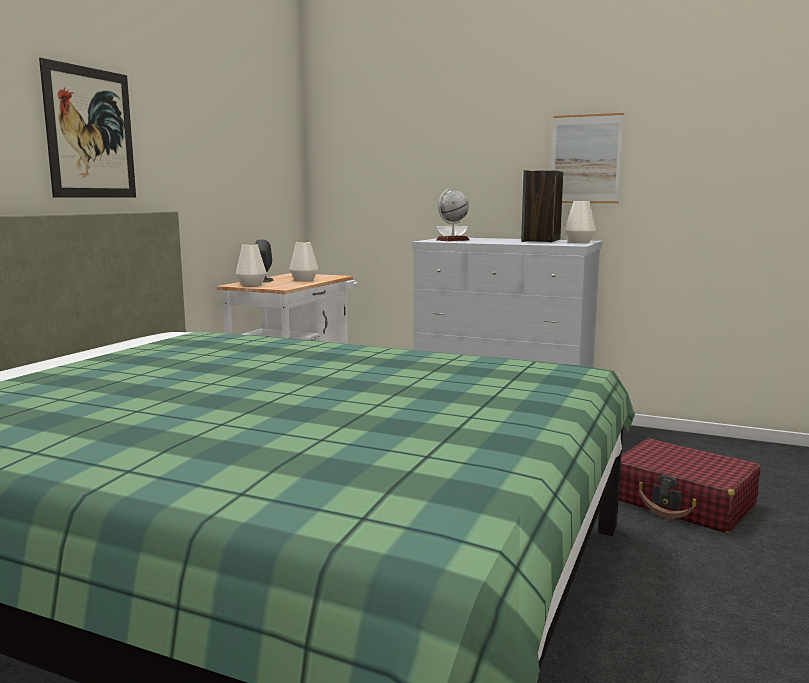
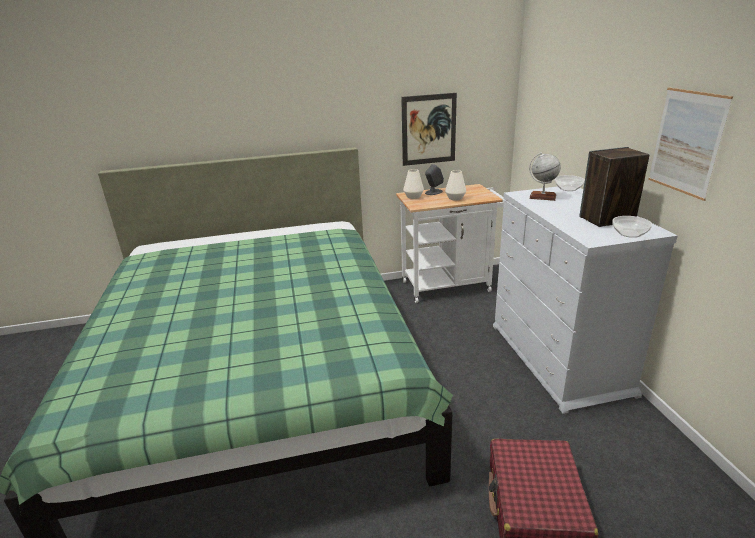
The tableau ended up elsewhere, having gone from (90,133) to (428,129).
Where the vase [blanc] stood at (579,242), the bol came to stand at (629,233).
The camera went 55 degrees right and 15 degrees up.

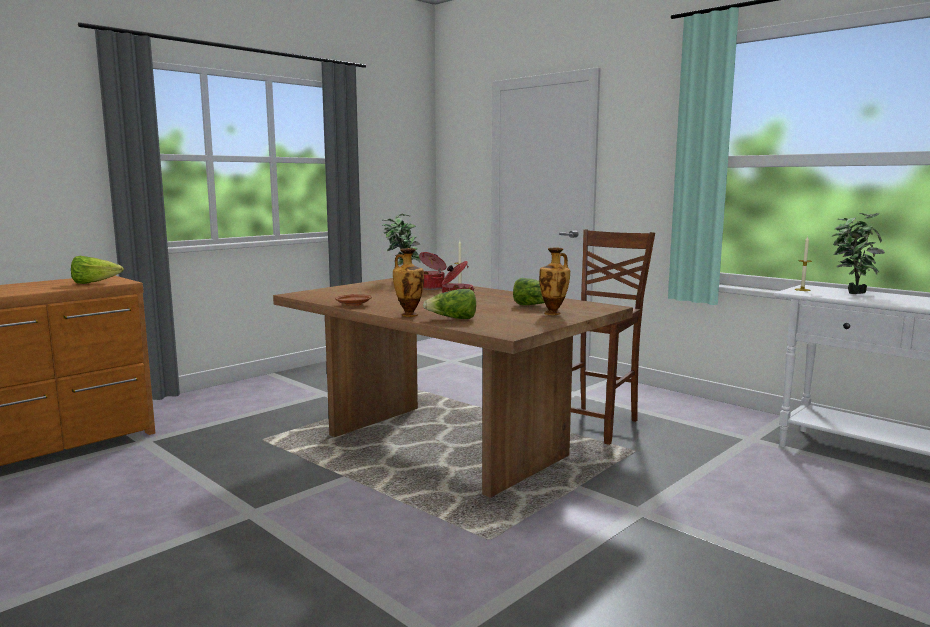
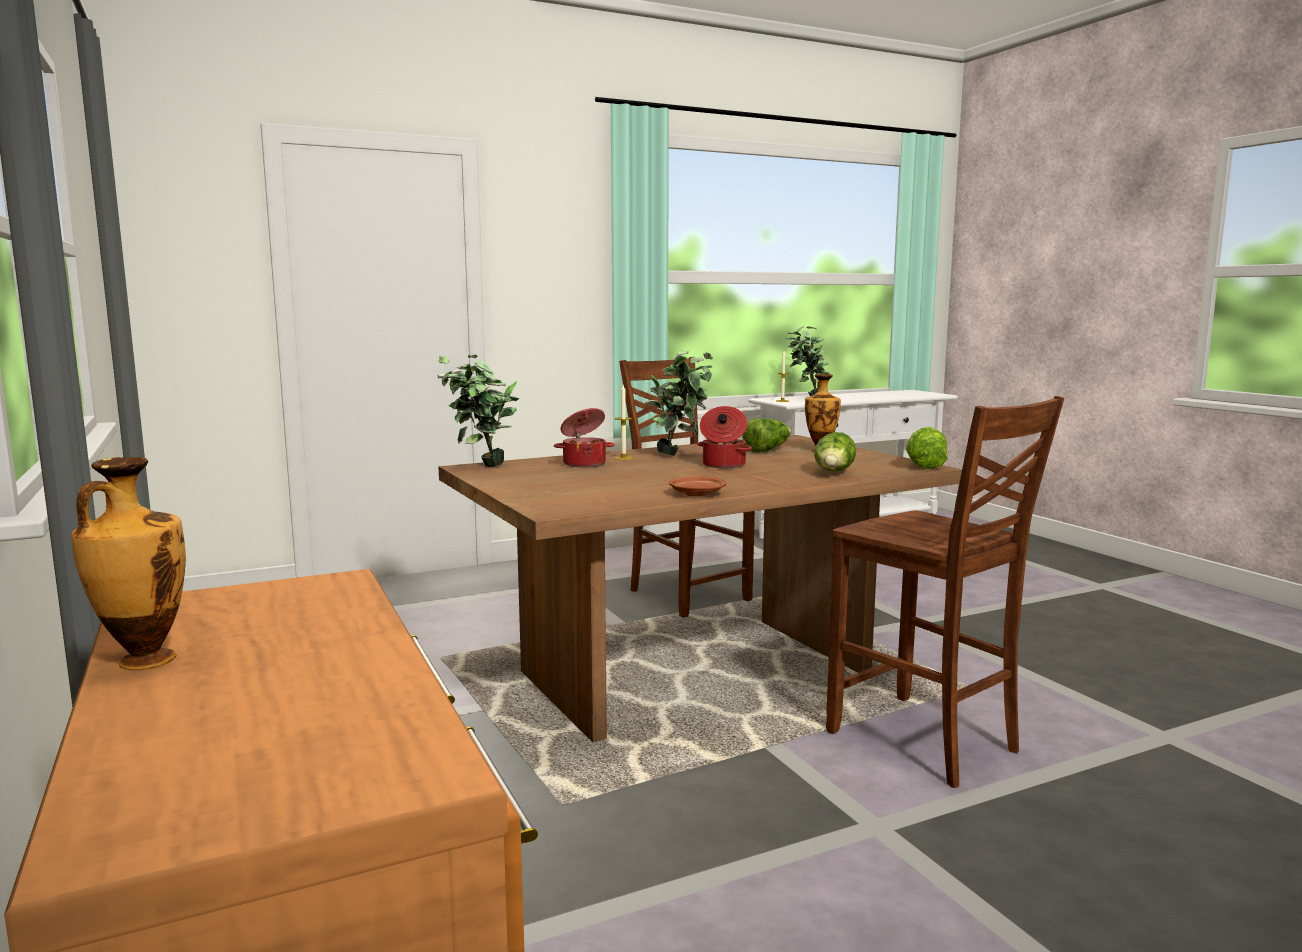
The vase ended up elsewhere, having gone from (409,315) to (143,661).
The laitue ended up elsewhere, having gone from (94,283) to (923,466).
The second view gained the plante en pot at (680,455).
The second view gained the chaise [marron] at (925,742).
The camera went 70 degrees left and 0 degrees up.

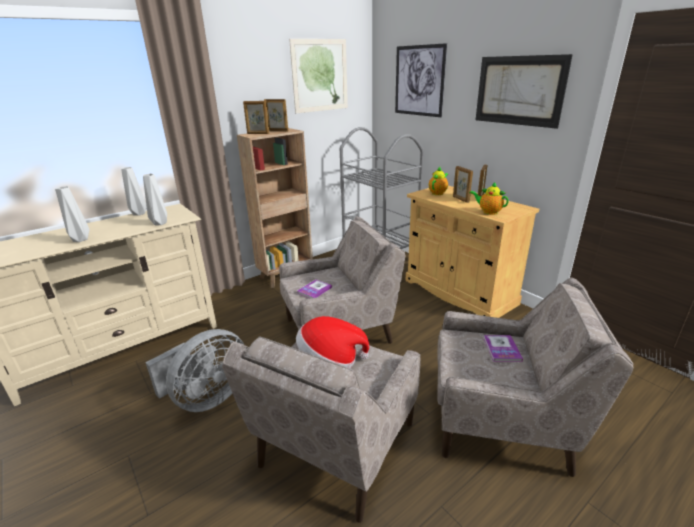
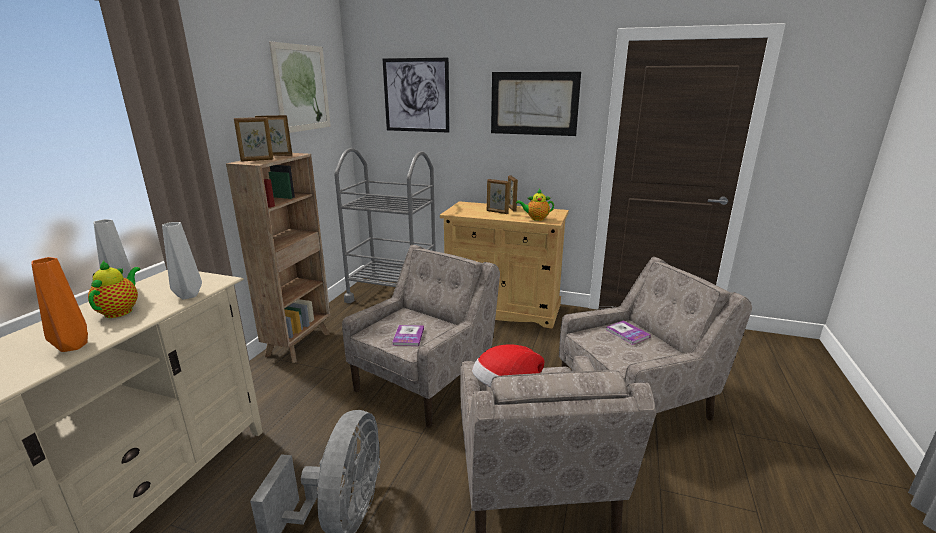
The théière ended up elsewhere, having gone from (438,193) to (120,311).
What was the vase [gris] at (81,239) turned into the vase [orange] at (75,345).
The camera went 35 degrees left and 5 degrees down.

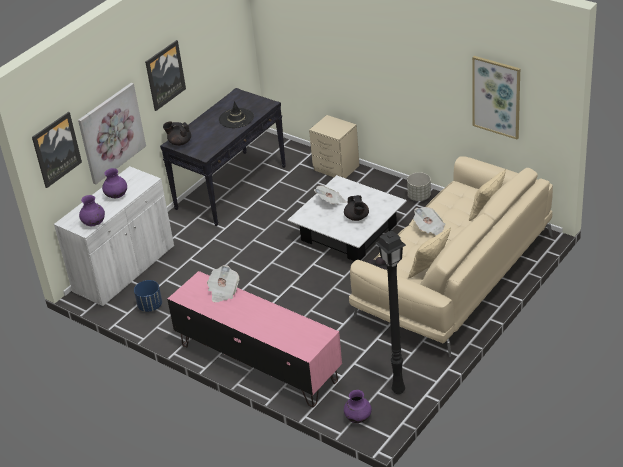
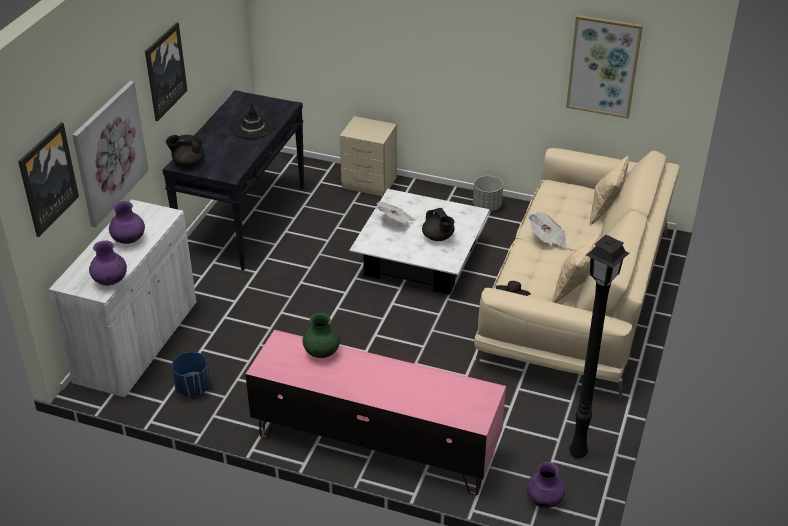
Where the journal stood at (223,291), the vase [vert] came to stand at (322,353).
The camera went 20 degrees left and 0 degrees up.

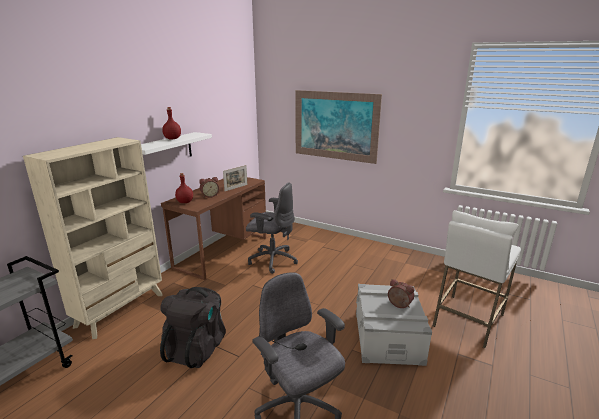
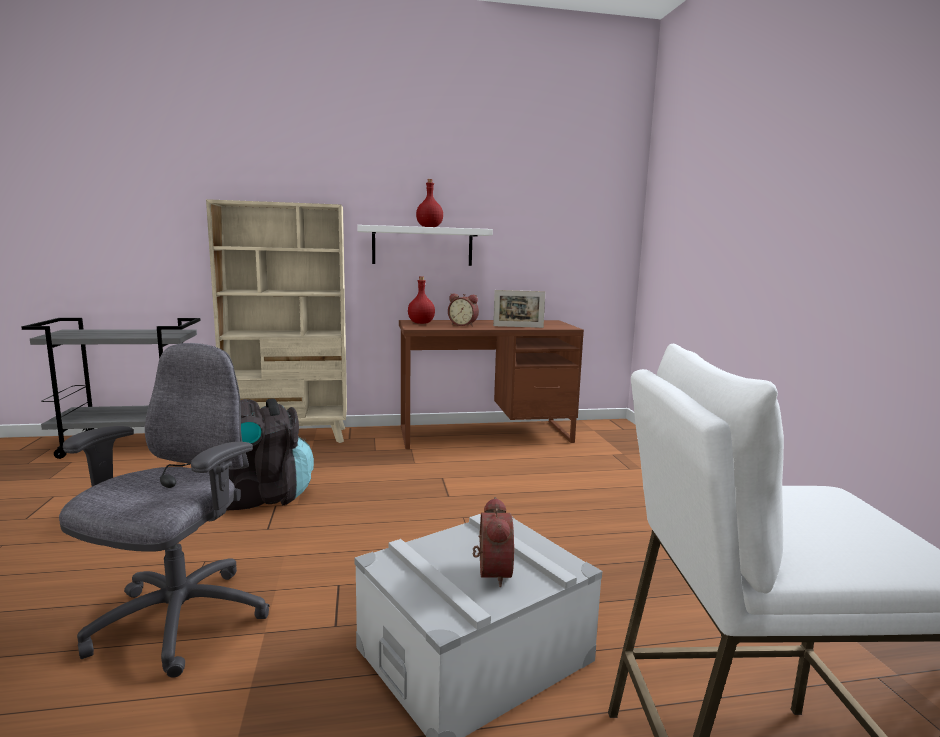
The second view lost the tableau at (335,126).
The second view lost the chaise de bureau [gris] at (272,260).
The camera went 50 degrees right and 10 degrees down.

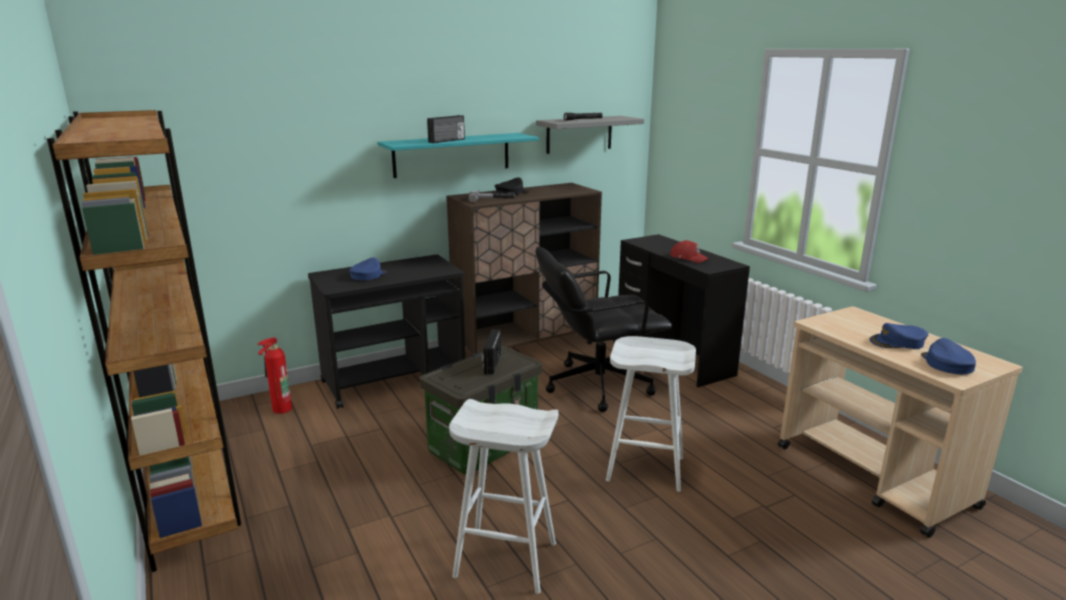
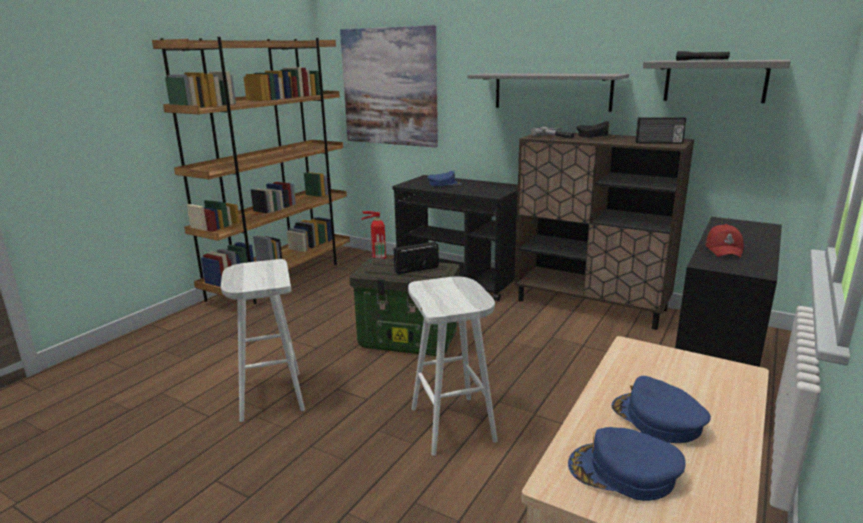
The radio ended up elsewhere, having gone from (447,141) to (658,143).
What was the étagère [turquoise] at (452,155) turned into the étagère [gris] at (552,91).
The second view lost the chaise de bureau [noir] at (597,385).
The casquette [bleu] at (946,364) ended up facing another way, 135 degrees counterclockwise from before.
The second view gained the tableau at (389,87).
The camera went 60 degrees right and 0 degrees up.

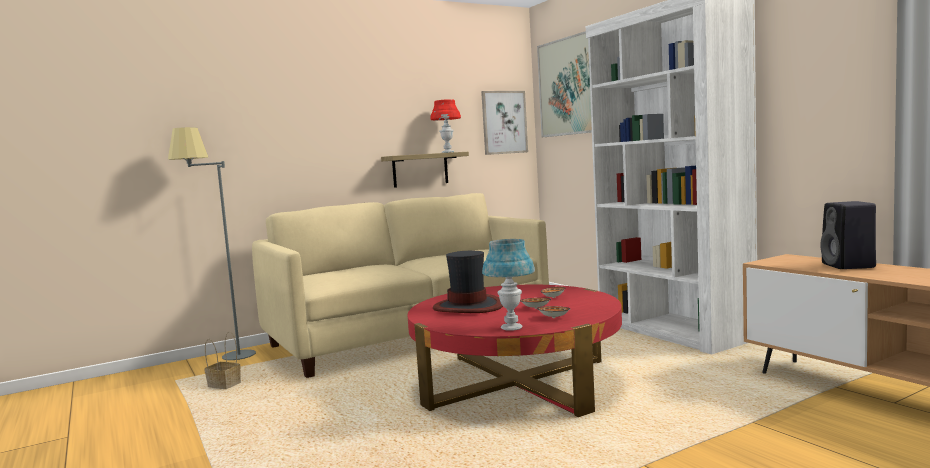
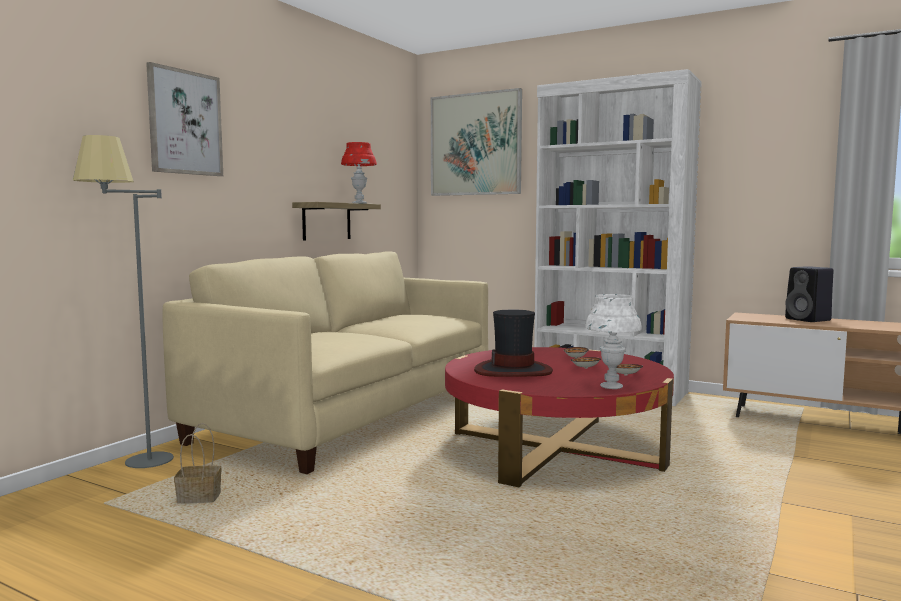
The tableau ended up elsewhere, having gone from (504,122) to (185,122).
What was the lampe de table [bleu] at (511,328) turned into the lampe de table [blanc] at (611,386).
The camera went 30 degrees left and 0 degrees up.

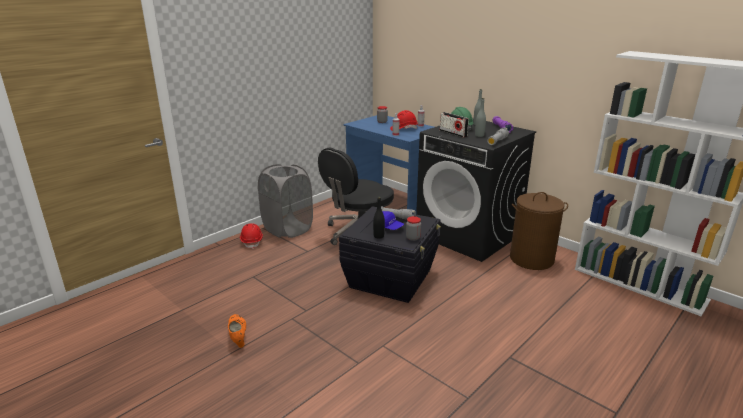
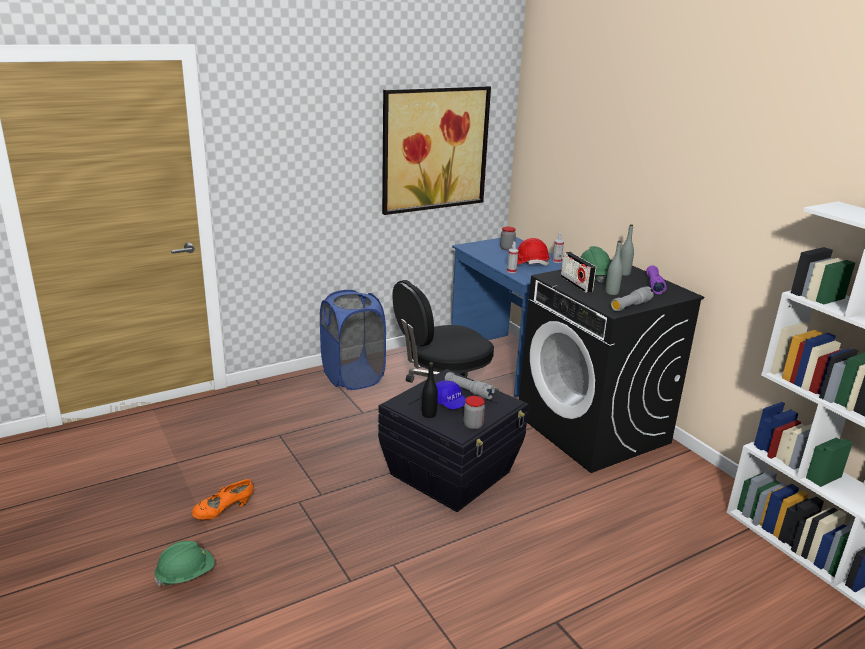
What was the panier à linge [gris] at (288,229) turned into the panier à linge [bleu] at (353,376).
The second view lost the panier à linge [marron] at (532,259).
The second view lost the casque de chantier [rouge] at (252,241).
The chaussure [orange] at (237,336) ended up facing another way, 120 degrees counterclockwise from before.
The second view gained the tableau at (434,149).
The second view gained the casque de chantier [vert] at (186,575).
The camera went 15 degrees right and 0 degrees up.

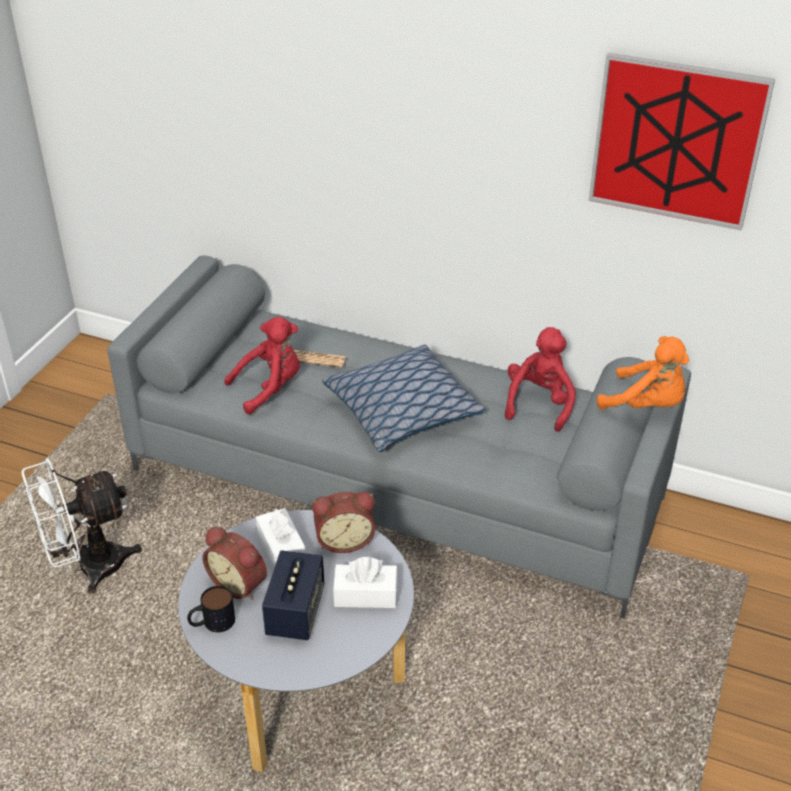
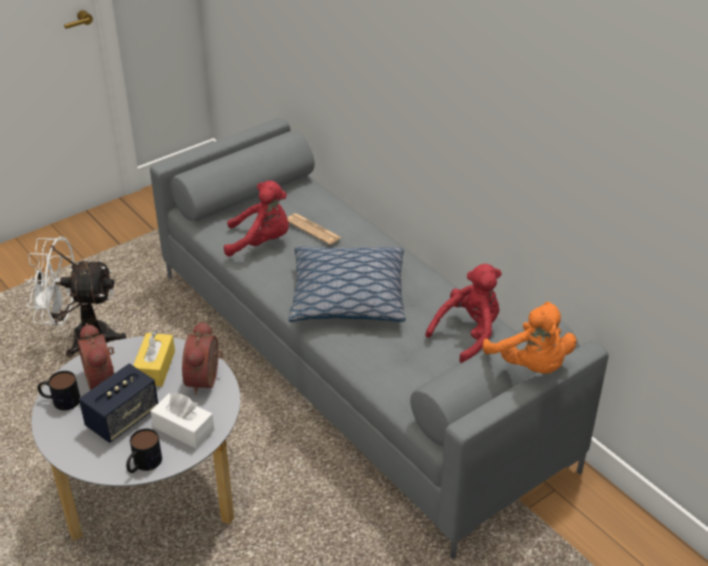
The second view lost the tableau at (677,141).
The réveil at (344,540) ended up facing another way, 75 degrees clockwise from before.
What was the boîte à mouchoirs [blanc] at (281,549) turned into the boîte à mouchoirs [jaune] at (155,367).
The second view gained the mug at (143,464).
The camera went 30 degrees right and 0 degrees up.

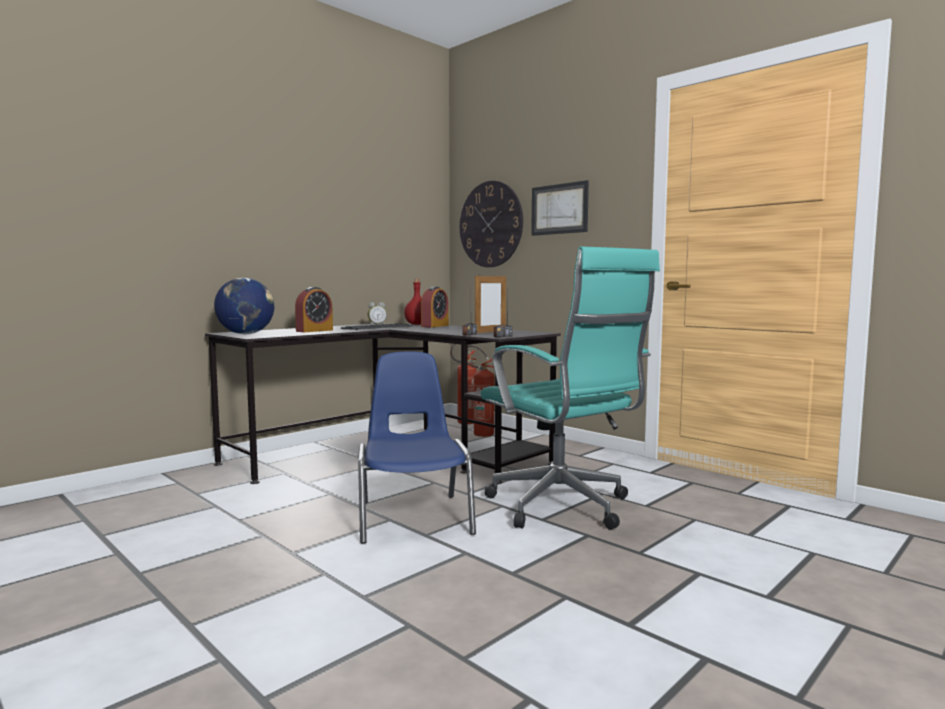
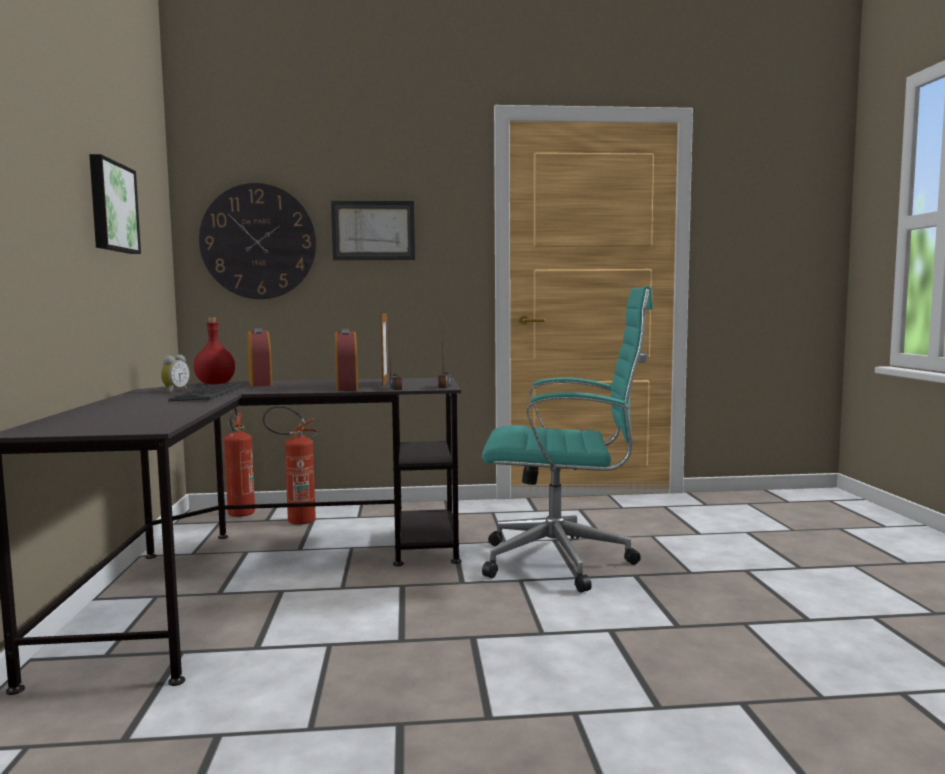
The second view lost the globe at (246,334).
The réveil ended up elsewhere, having gone from (314,331) to (346,388).
The second view lost the chaise [bleu] at (413,517).
The second view gained the tableau at (111,207).
The camera went 50 degrees left and 0 degrees up.

